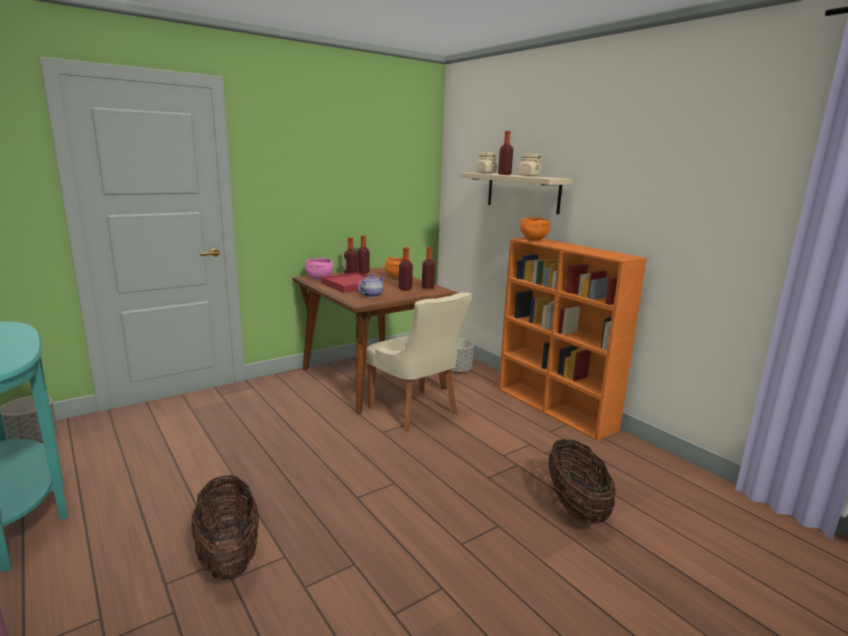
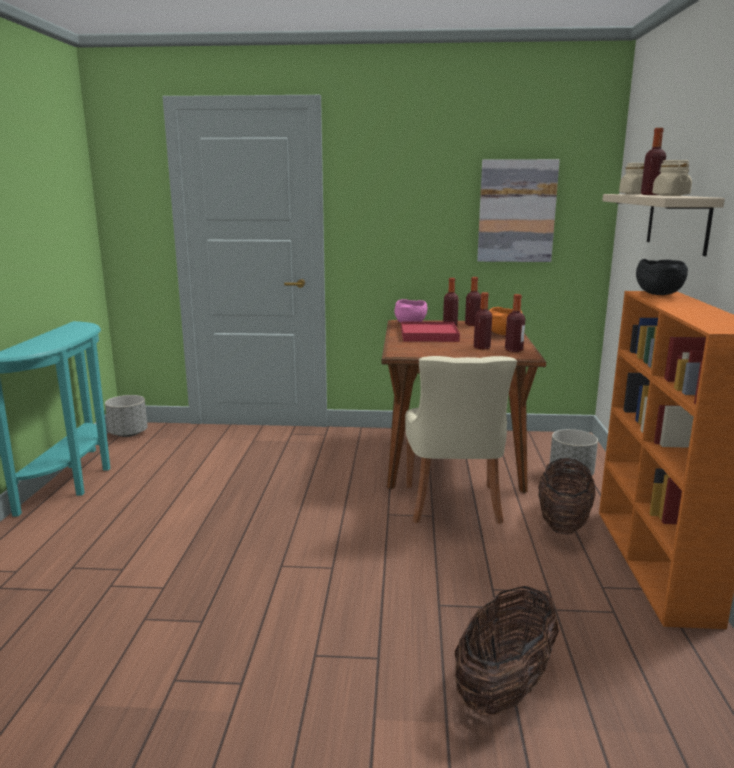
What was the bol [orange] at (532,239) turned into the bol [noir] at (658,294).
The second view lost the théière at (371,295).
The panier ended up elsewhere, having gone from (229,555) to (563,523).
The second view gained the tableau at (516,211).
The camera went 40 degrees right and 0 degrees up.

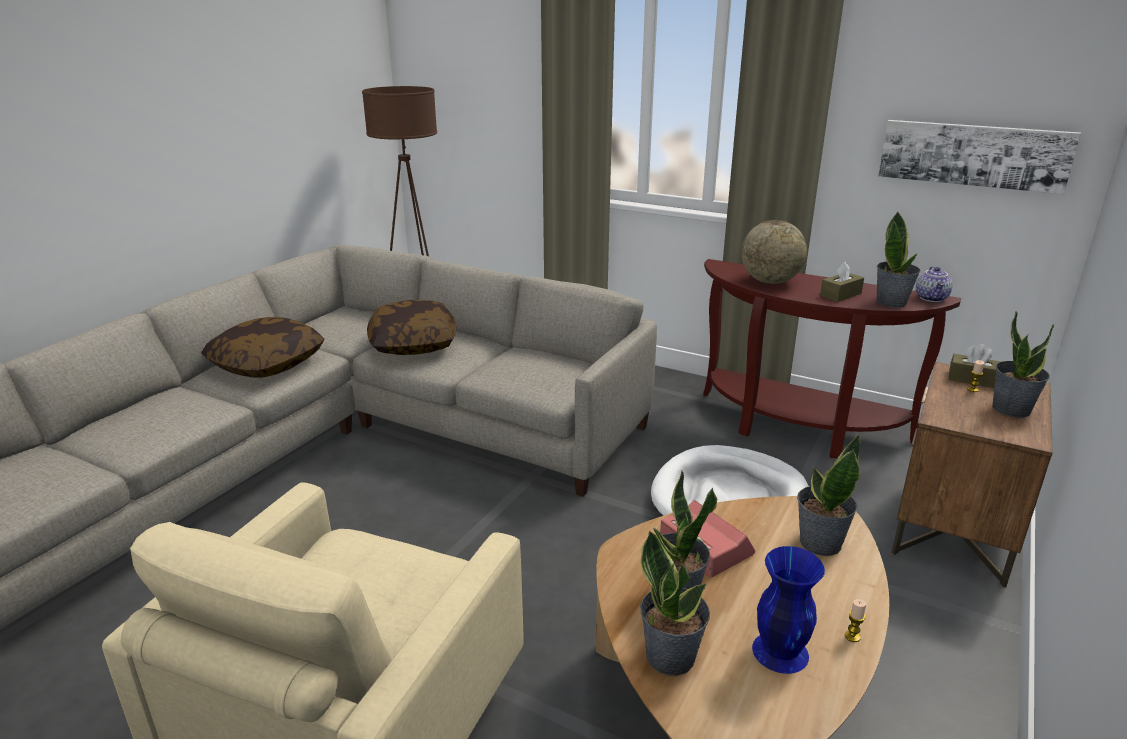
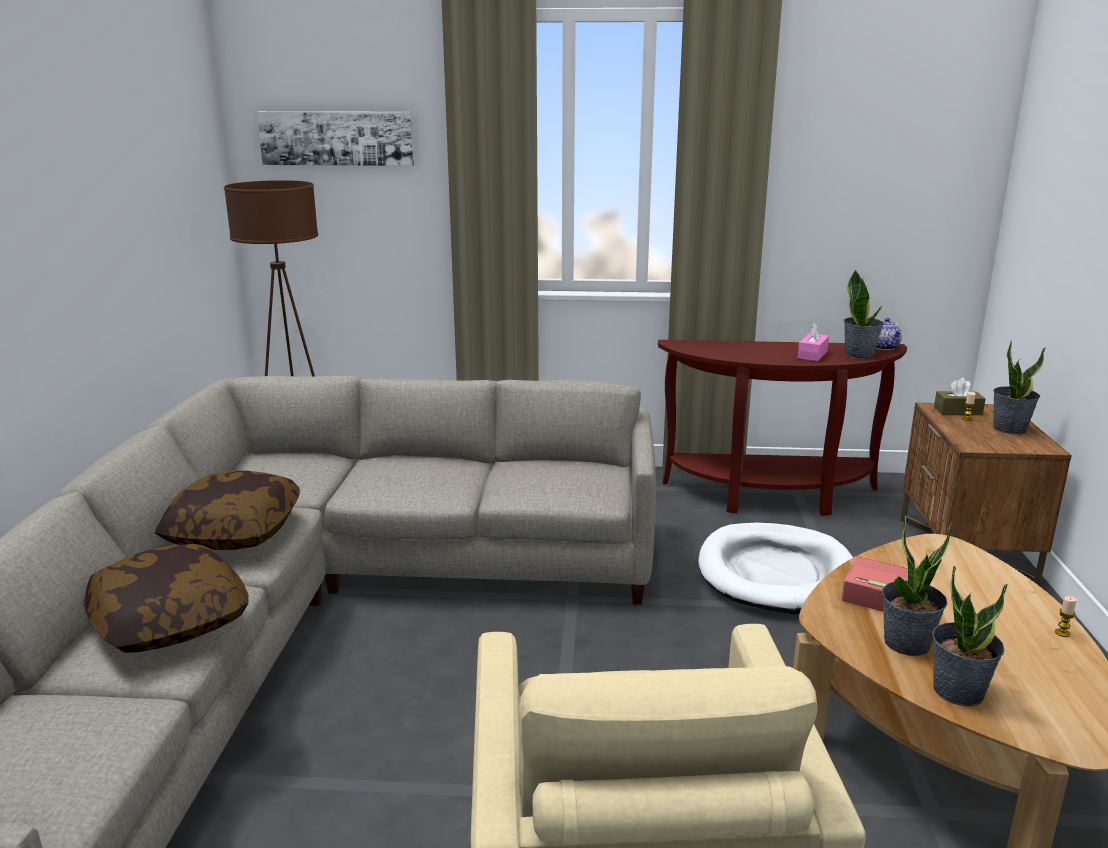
The tableau ended up elsewhere, having gone from (973,155) to (337,138).
The second view lost the globe at (770,281).
What was the boîte à mouchoirs [marron] at (840,295) turned into the boîte à mouchoirs [rose] at (812,355).
The coussin ended up elsewhere, having gone from (413,344) to (169,621).
The second view lost the plante en pot at (819,543).
The second view lost the vase [bleu] at (779,651).
The camera went 25 degrees left and 5 degrees down.

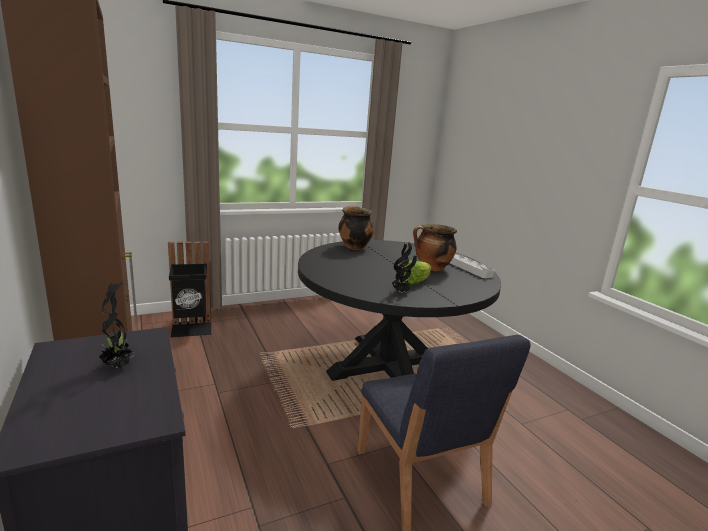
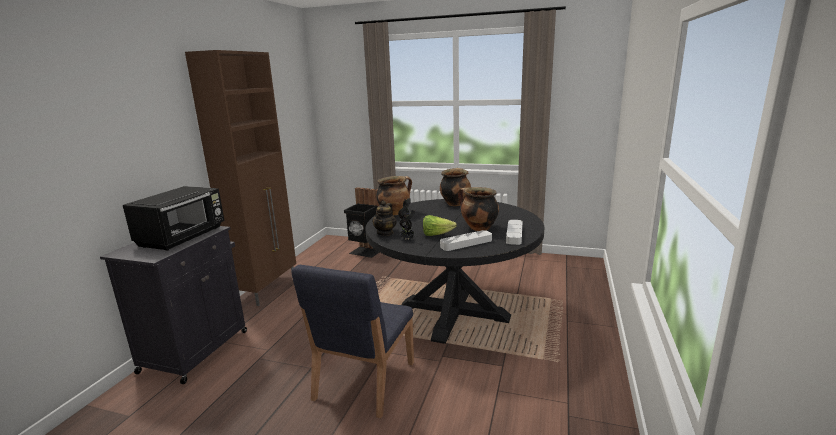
Where the plante en pot stood at (118,366), the micro-ondes [noir] came to stand at (183,237).
The second view gained the marmite at (394,213).
The second view gained the théière at (385,233).
The second view gained the plateau [gris] at (466,243).
The camera went 45 degrees right and 0 degrees up.

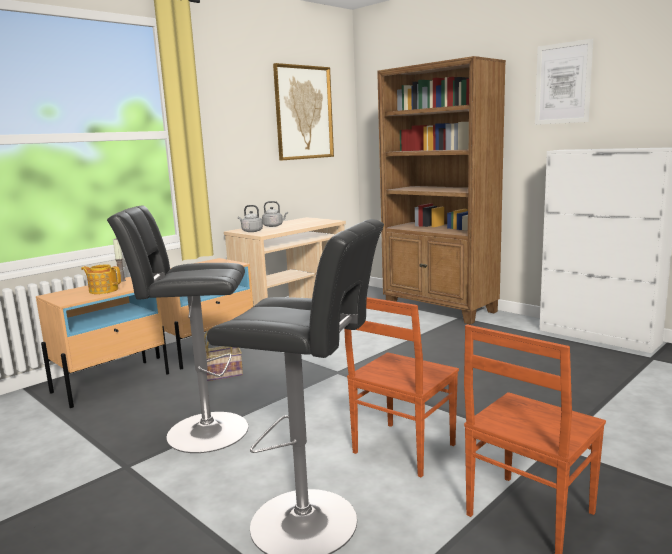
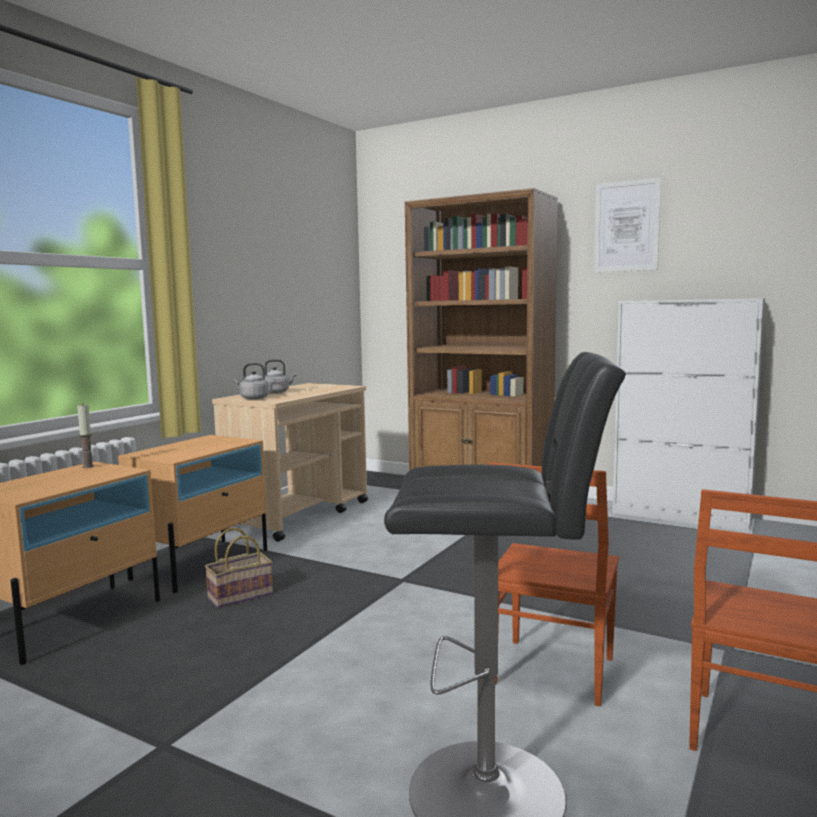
The second view lost the tableau at (303,113).
The second view lost the tabouret [noir] at (201,432).
The second view lost the théière at (103,290).
The camera went 15 degrees left and 5 degrees down.

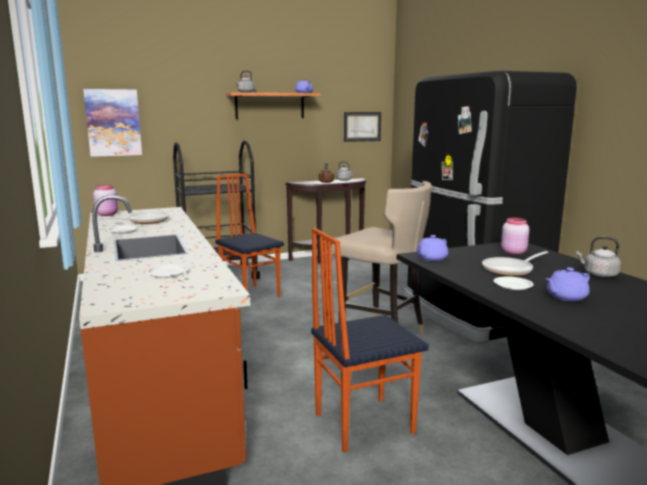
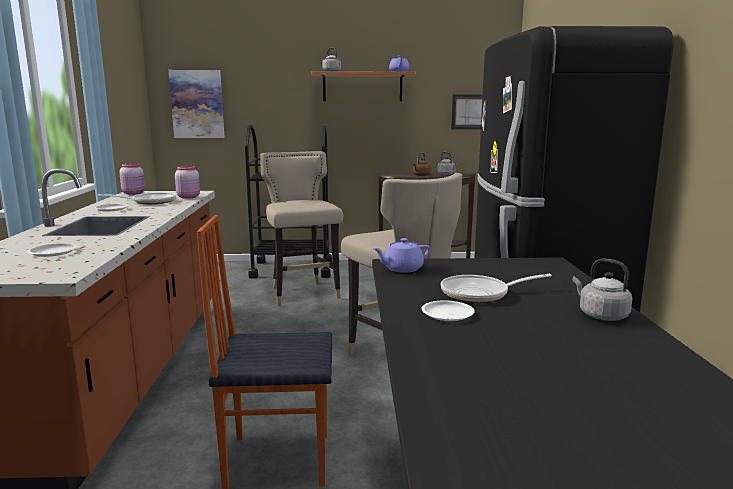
Where the chaise stood at (251,295), the tabouret [beige] came to stand at (303,294).
The bocal [rose] ended up elsewhere, having gone from (513,252) to (189,197).
The second view lost the théière [violet] at (565,297).
The camera went 20 degrees right and 0 degrees up.

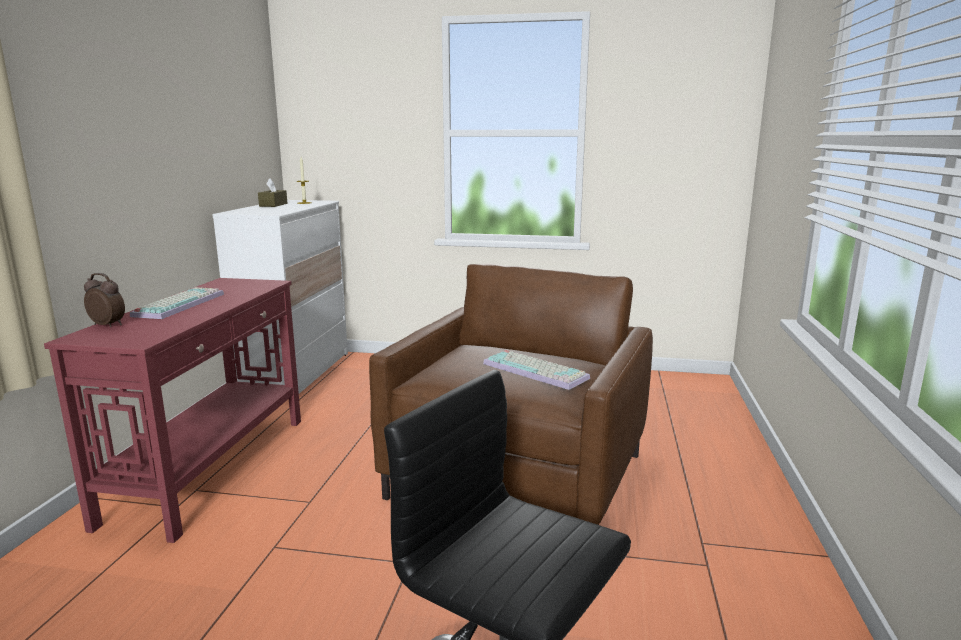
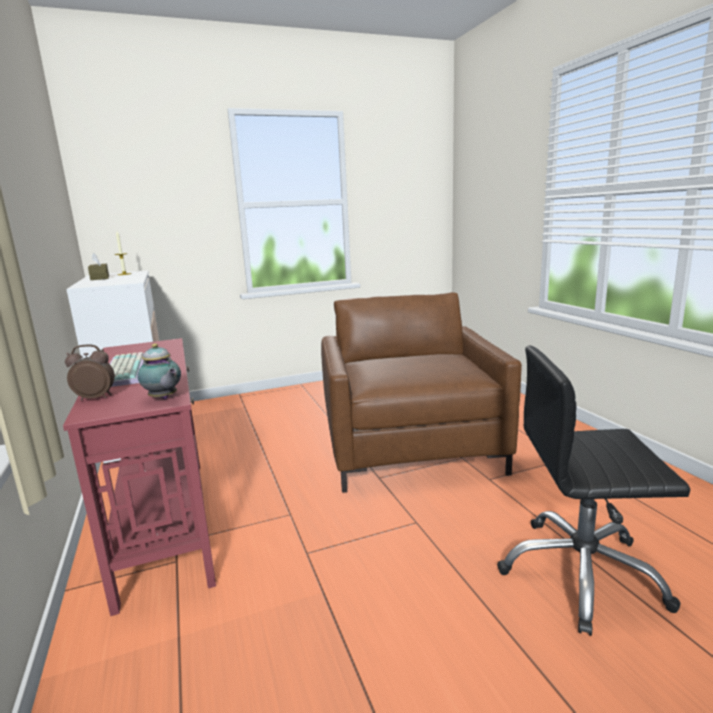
The second view lost the clavier at (537,371).
The second view gained the théière at (164,398).
The camera went 30 degrees left and 0 degrees up.

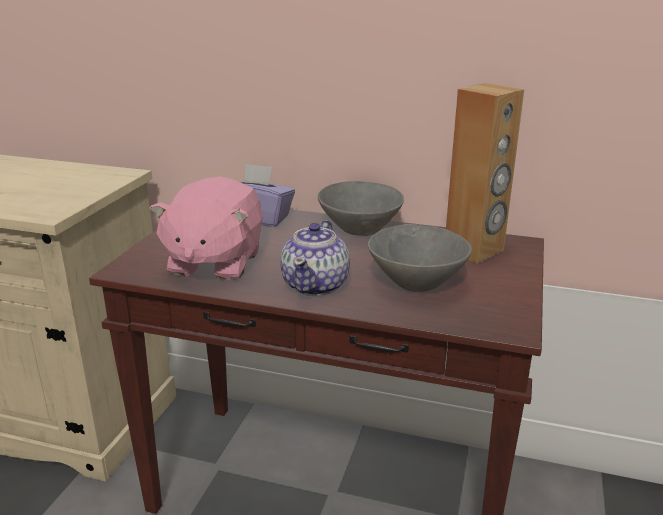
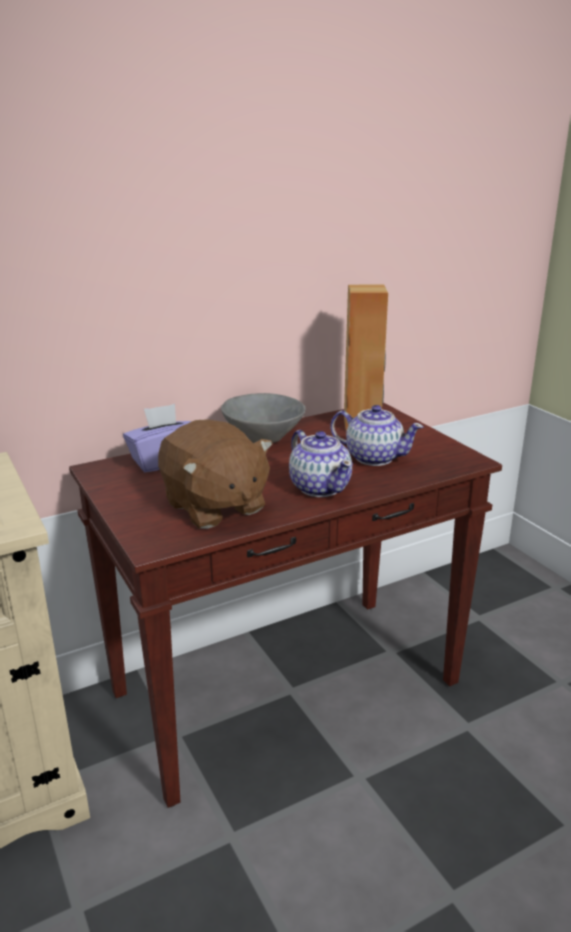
What was the peluche [rose] at (214,263) turned into the peluche [marron] at (214,506).
Where the bol [gris] stood at (417,282), the théière came to stand at (373,457).
The camera went 45 degrees left and 0 degrees up.

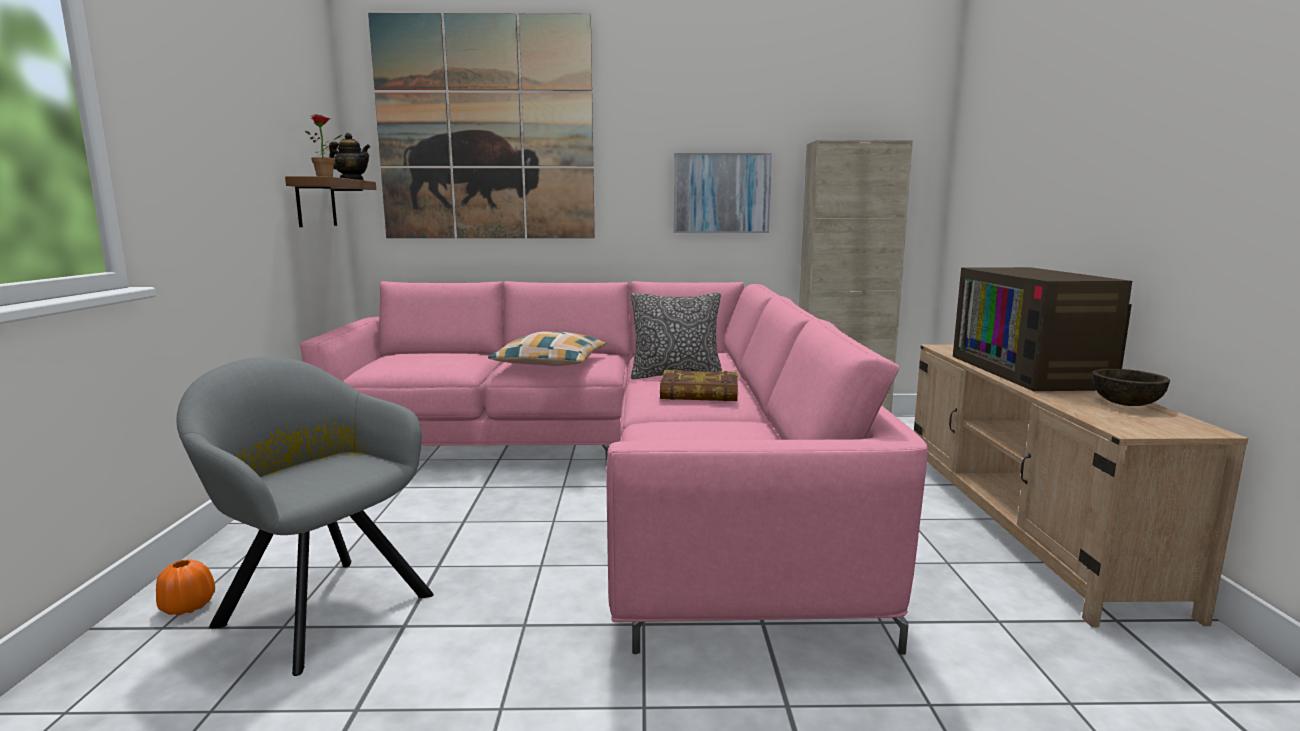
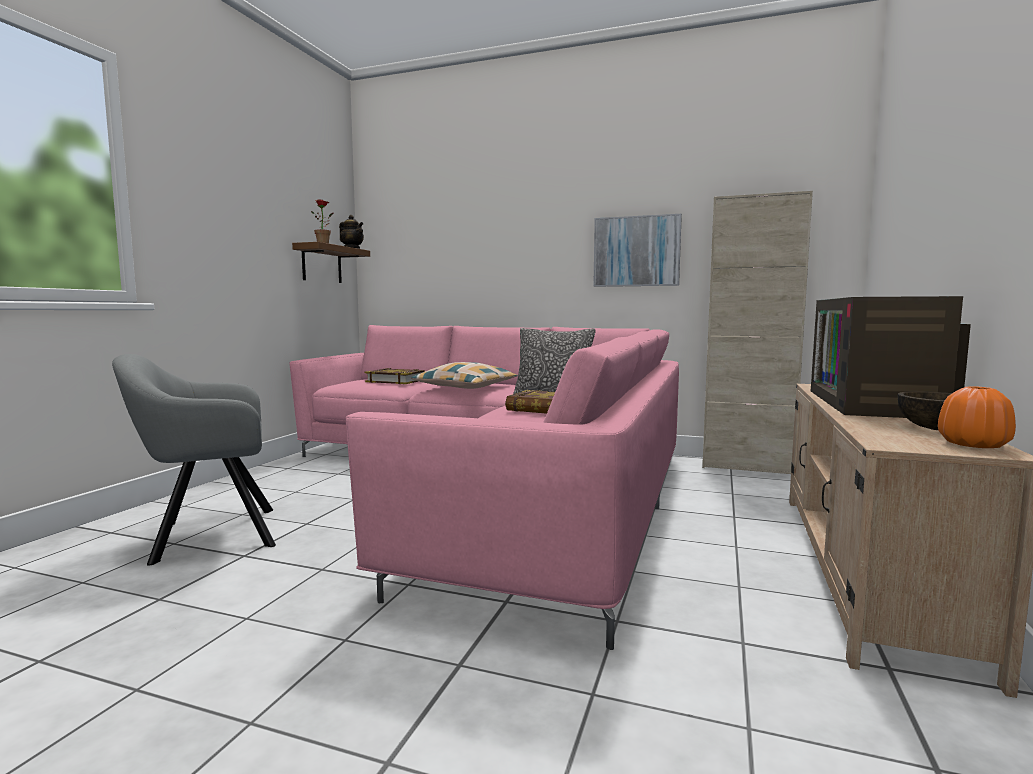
The second view lost the tableau at (486,129).
The fauteuil [gris] at (319,606) ended up facing another way, 75 degrees counterclockwise from before.
The vase [orange] ended up elsewhere, having gone from (188,607) to (973,445).
The second view gained the livre at (396,381).
The camera went 20 degrees right and 5 degrees down.

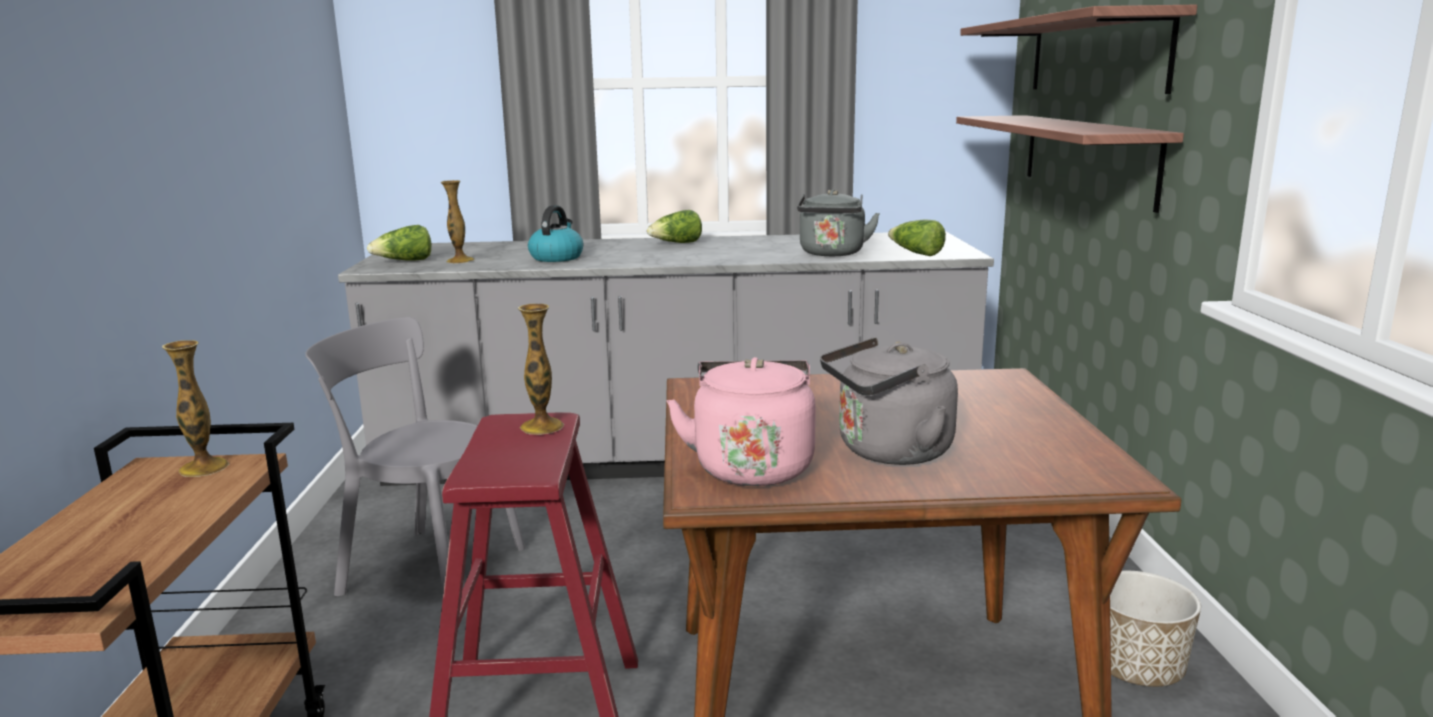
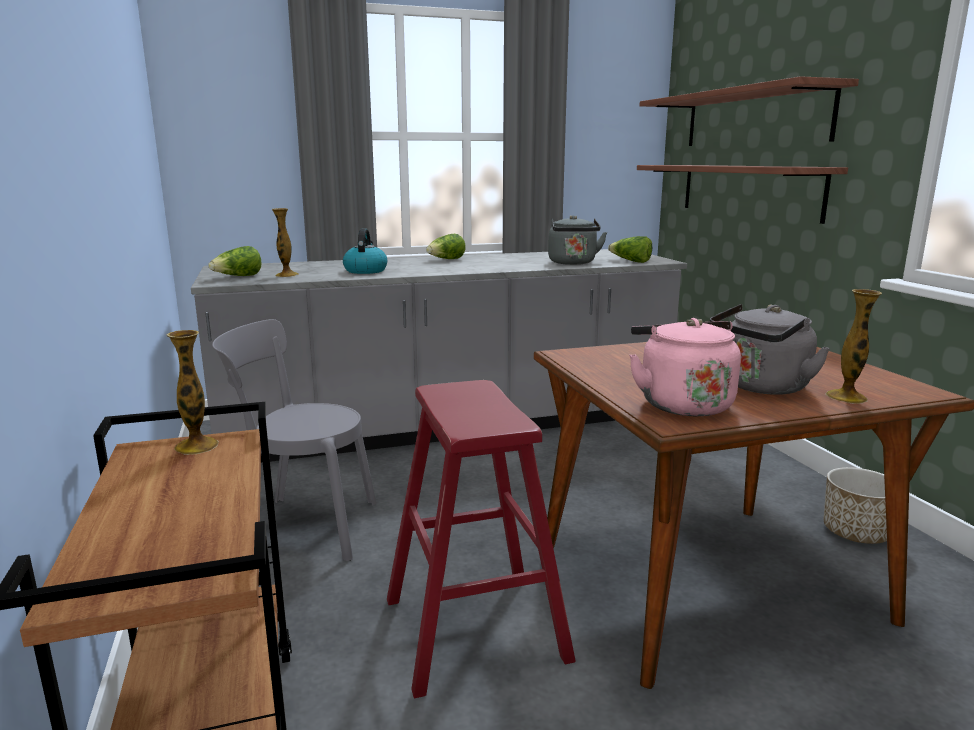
The vase ended up elsewhere, having gone from (541,426) to (846,397).
The camera went 15 degrees left and 0 degrees up.

